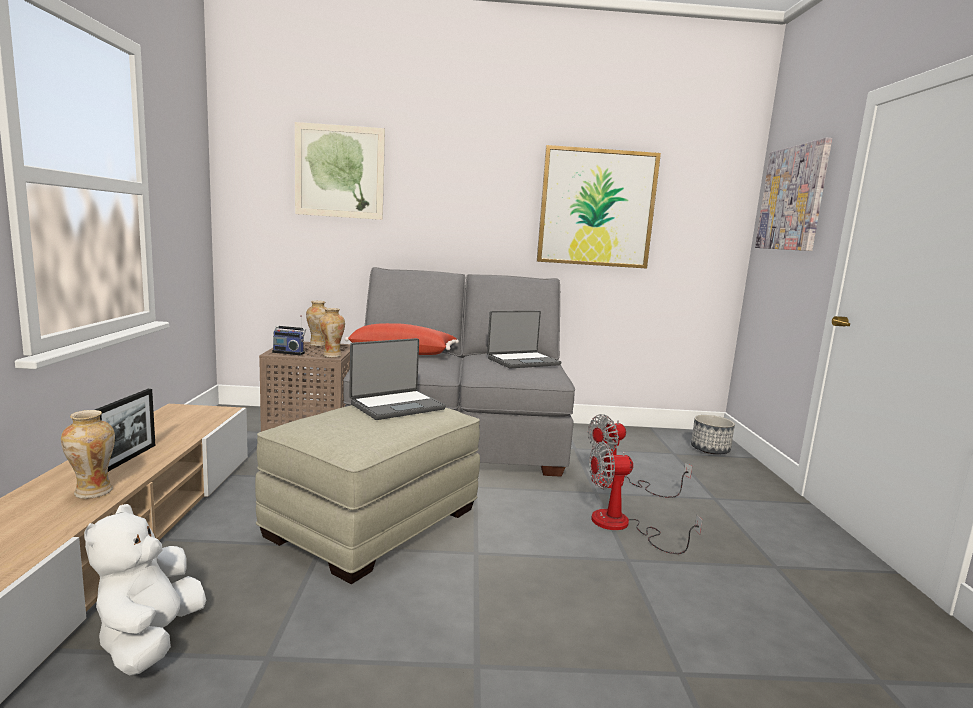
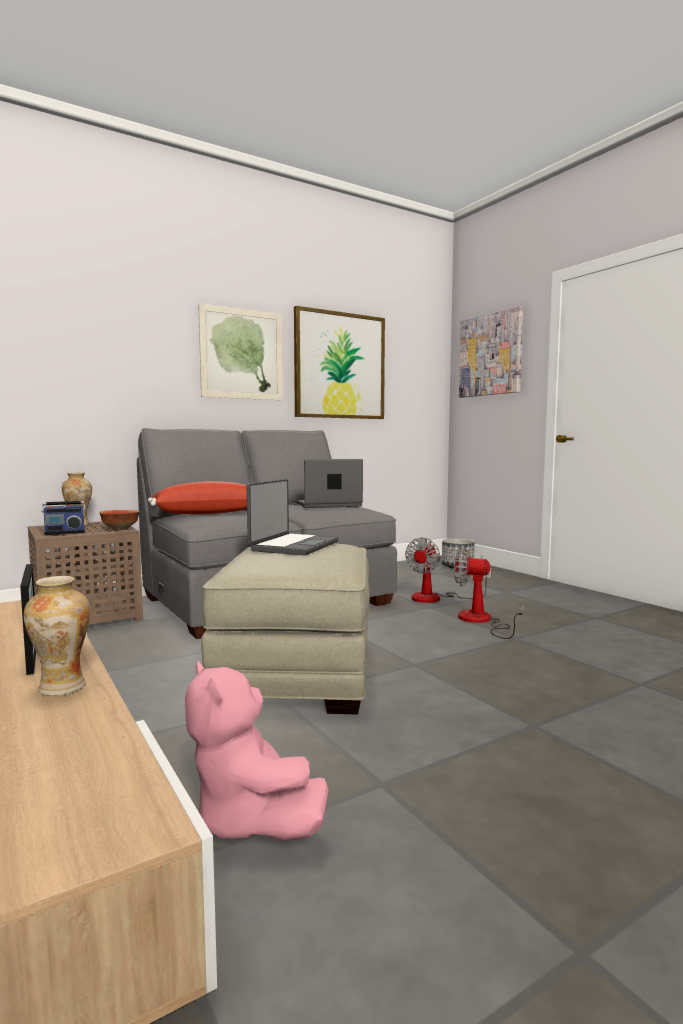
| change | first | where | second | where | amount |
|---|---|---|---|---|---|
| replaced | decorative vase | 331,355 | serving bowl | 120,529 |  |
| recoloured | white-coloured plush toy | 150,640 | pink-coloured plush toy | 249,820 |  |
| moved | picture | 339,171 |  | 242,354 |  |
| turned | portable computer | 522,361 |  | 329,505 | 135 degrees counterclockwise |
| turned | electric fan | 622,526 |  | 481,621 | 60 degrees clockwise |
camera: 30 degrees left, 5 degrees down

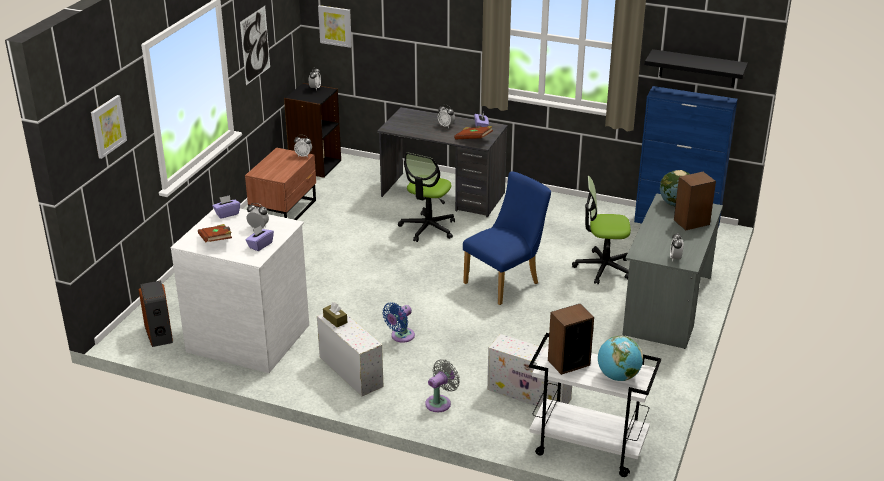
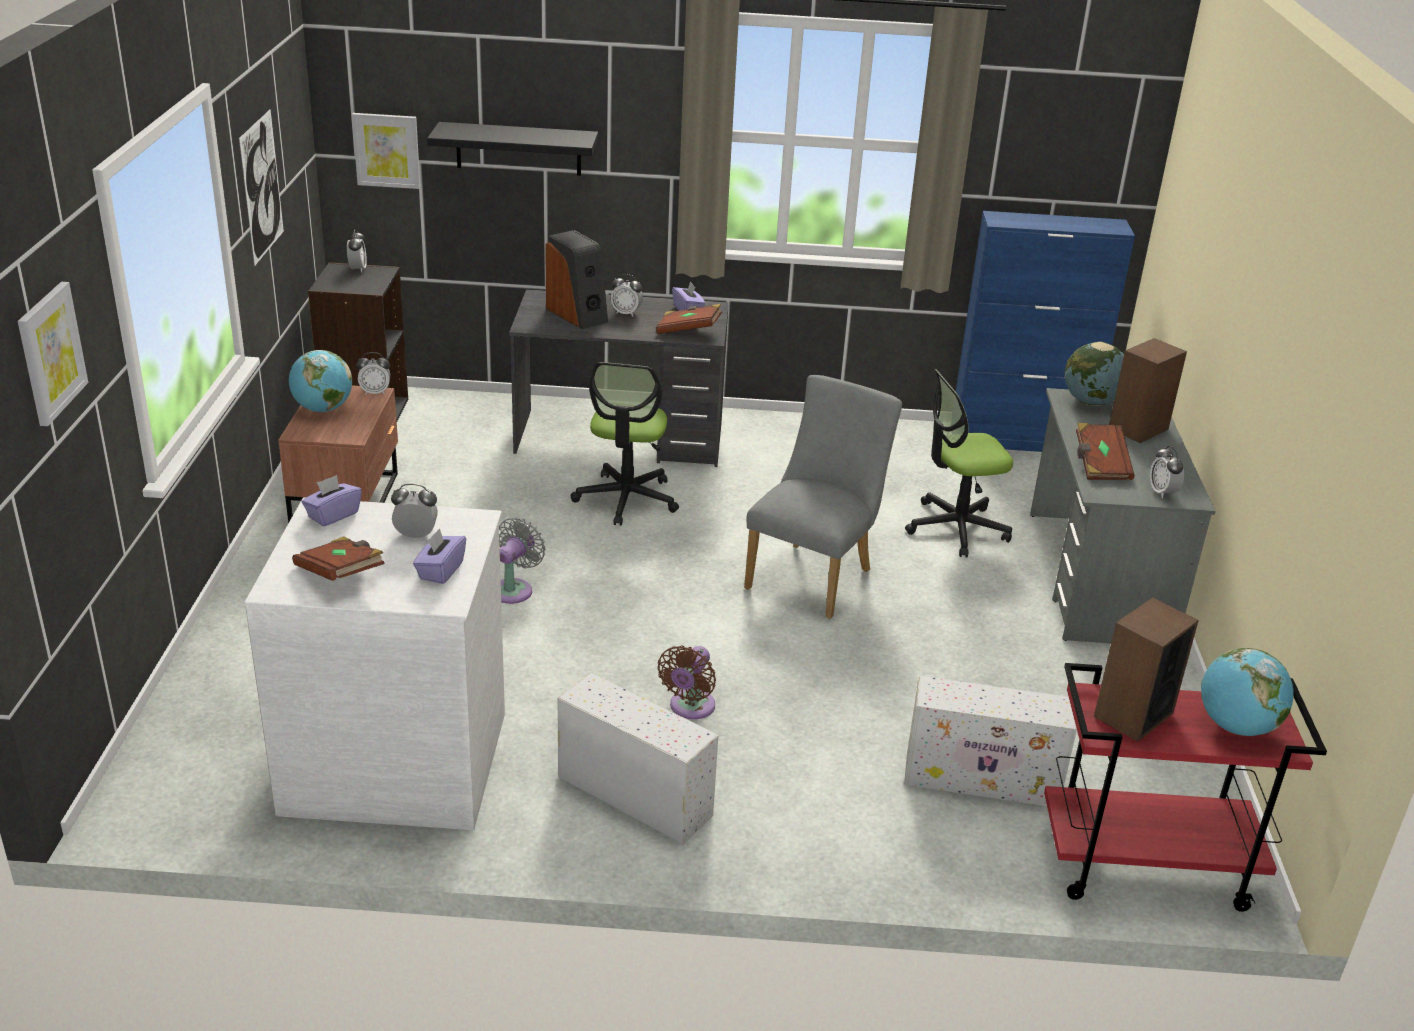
| change | first | where | second | where | amount |
|---|---|---|---|---|---|
| added |  |  | desk globe | 323,409 |  |
| moved | blackish bracket shelf | 697,68 |  | 518,149 |  |
| moved | greyish electric fan | 440,402 |  | 514,589 |  |
| moved | loudspeaker | 159,333 |  | 577,314 |  |
| recoloured | blue electric fan | 400,336 | brownish electric fan | 690,708 |  |
| recoloured | blue upright chair | 506,282 | greyish upright chair | 814,575 |  |
| recoloured | white-coloured cart | 586,448 | red cart | 1144,867 |  |
| added |  |  | brownish bound book | 1100,465 |  |
| removed | brownish tissue holder | 335,319 |  |  |  |
camera: 20 degrees left, 0 degrees up

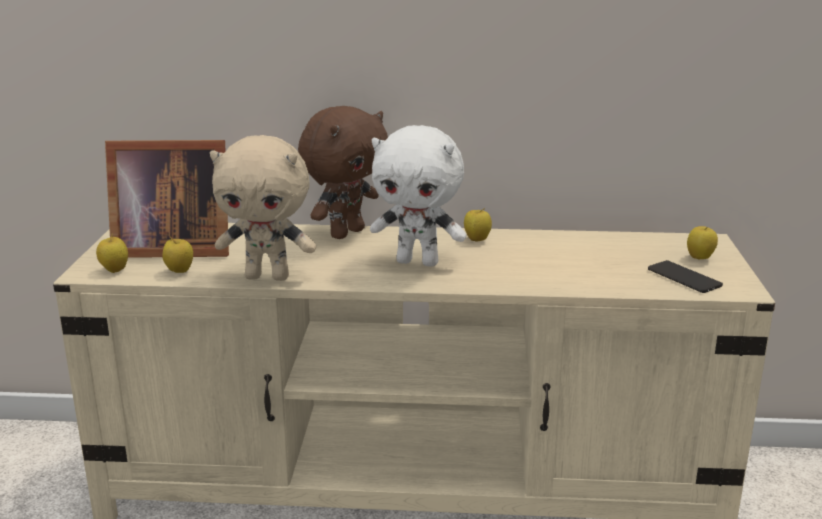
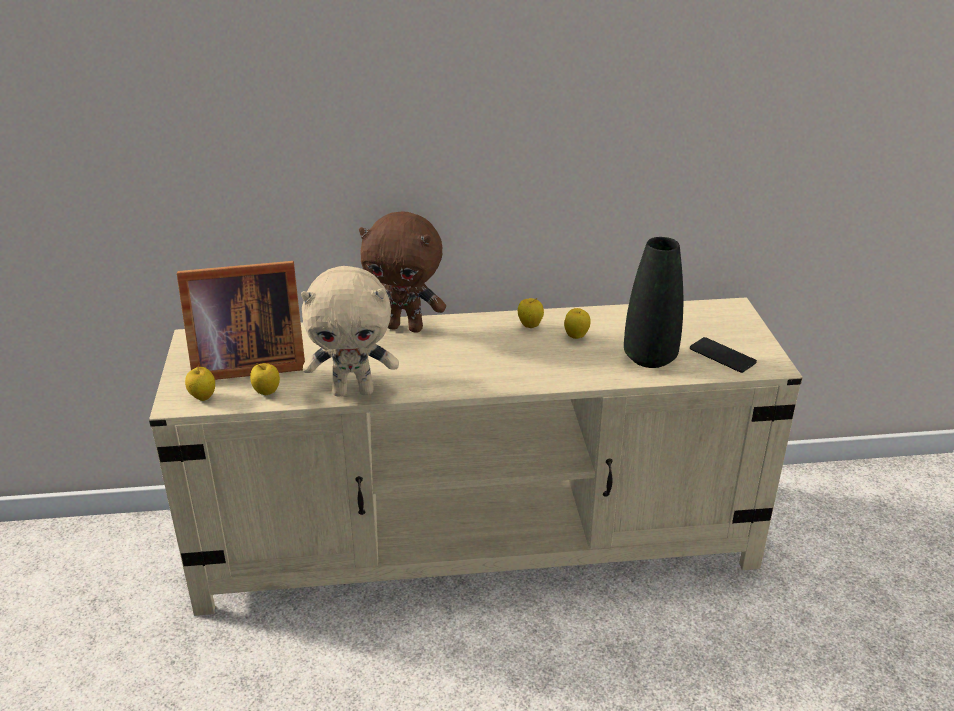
| change | first | where | second | where | amount |
|---|---|---|---|---|---|
| turned | brownish plush toy | 346,233 |  | 405,327 | 75 degrees clockwise |
| moved | apple | 700,258 |  | 576,336 |  |
| added |  |  | blackish decorative vase | 650,358 |  |
| removed | white-coloured plush toy | 418,262 |  |  |  |
camera: 10 degrees left, 10 degrees up

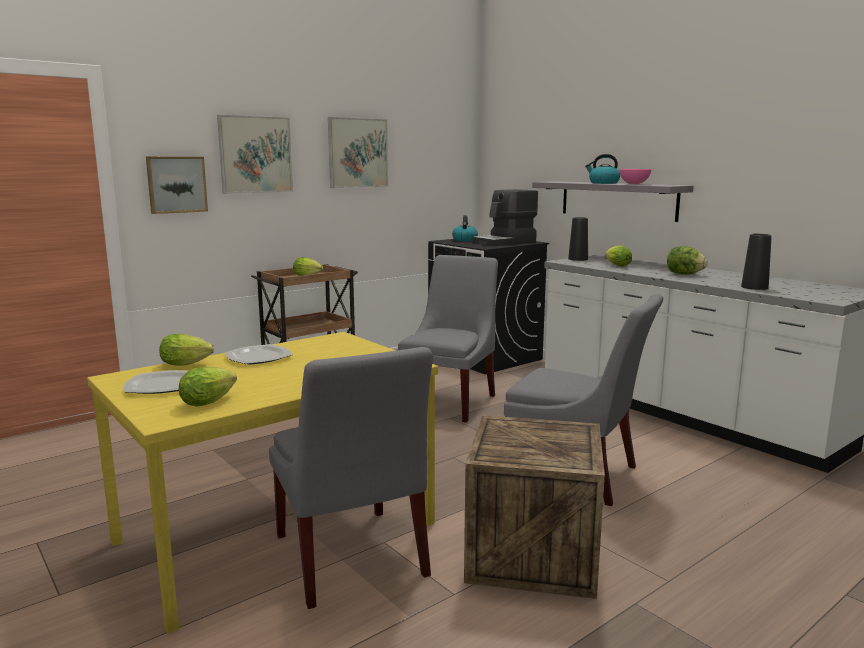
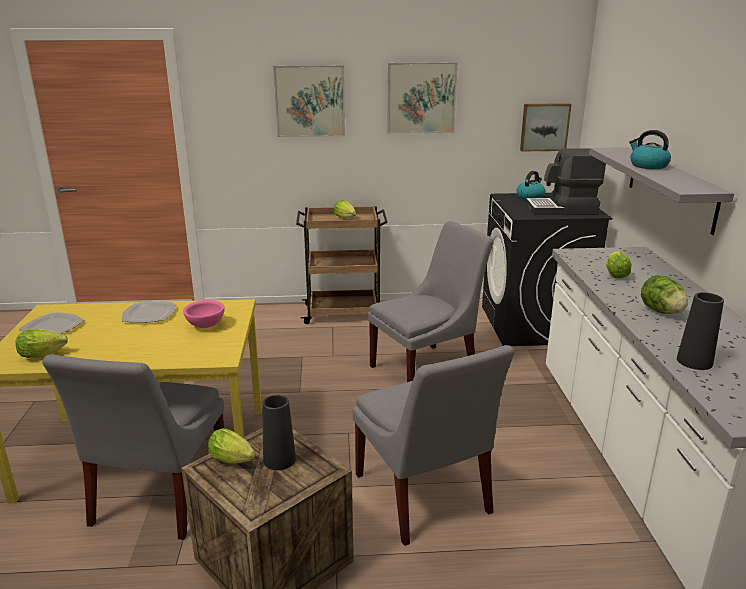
| change | first | where | second | where | amount |
|---|---|---|---|---|---|
| moved | pink-coloured serving bowl | 634,184 |  | 206,325 |  |
| moved | head of lettuce | 188,364 |  | 234,460 |  |
| moved | blackish decorative vase | 578,259 |  | 279,459 |  |
| moved | picture | 176,184 |  | 544,127 |  |
camera: 35 degrees right, 10 degrees up

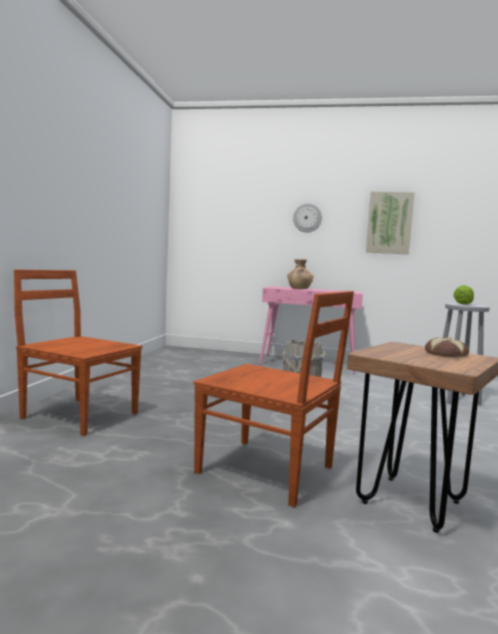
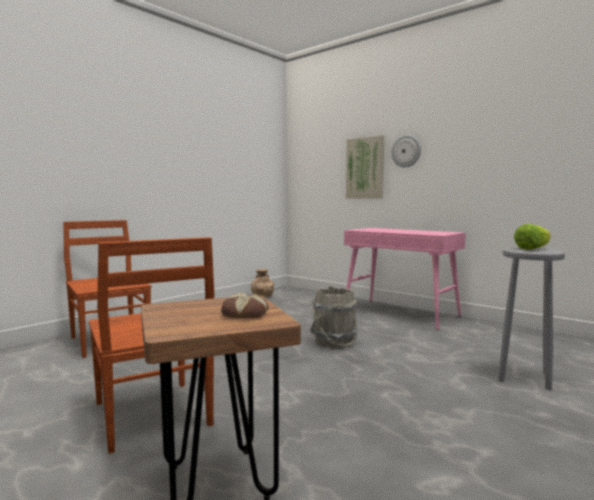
| change | first | where | second | where | amount |
|---|---|---|---|---|---|
| moved | brownish decorative vase | 299,289 |  | 262,296 |  |
| moved | picture | 389,223 |  | 365,168 |  |
camera: 30 degrees right, 0 degrees up

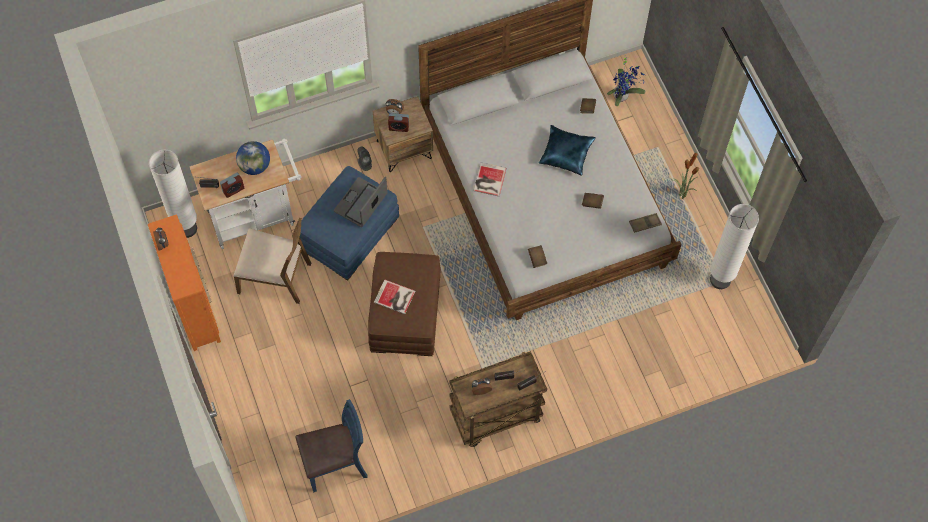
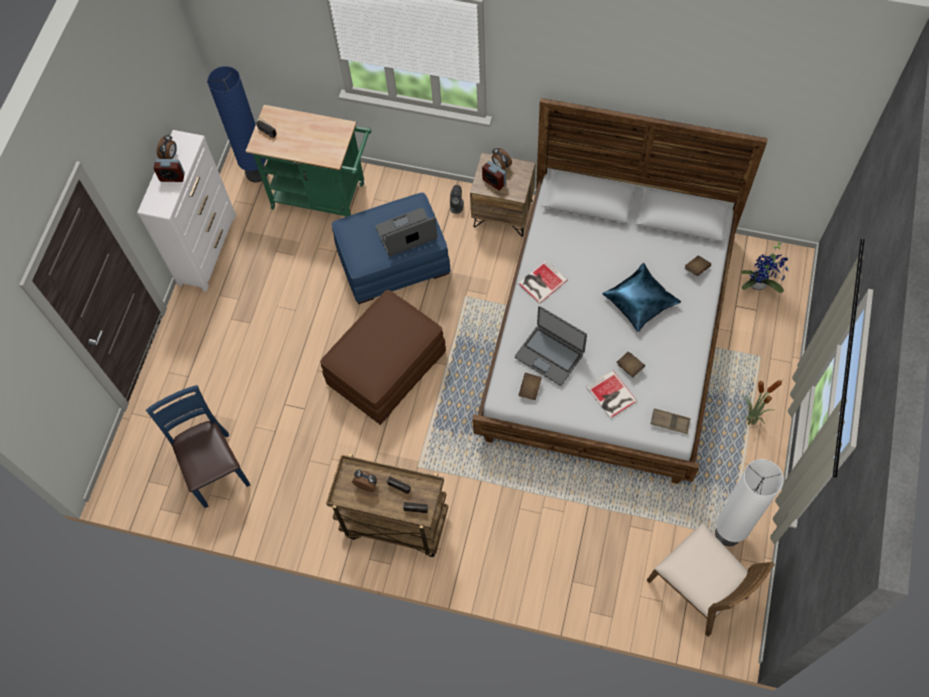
| change | first | where | second | where | amount |
|---|---|---|---|---|---|
| recoloured | orangey dresser | 195,309 | white-coloured dresser | 207,248 |  |
| turned | blue upright chair | 335,464 |  | 215,469 | 135 degrees counterclockwise |
| moved | alarm clock | 233,190 |  | 172,177 |  |
| recoloured | white-coloured floor lamp | 186,228 | blue floor lamp | 256,173 |  |
| recoloured | white-coloured cart | 256,215 | greenish cart | 324,196 |  |
| added |  |  | portable computer | 549,355 |  |
| moved | bound book | 395,298 |  | 611,395 |  |
| moved | brownish upright chair | 275,277 |  | 699,587 |  |
| removed | desk globe | 255,166 |  |  |  |
camera: 40 degrees right, 0 degrees up

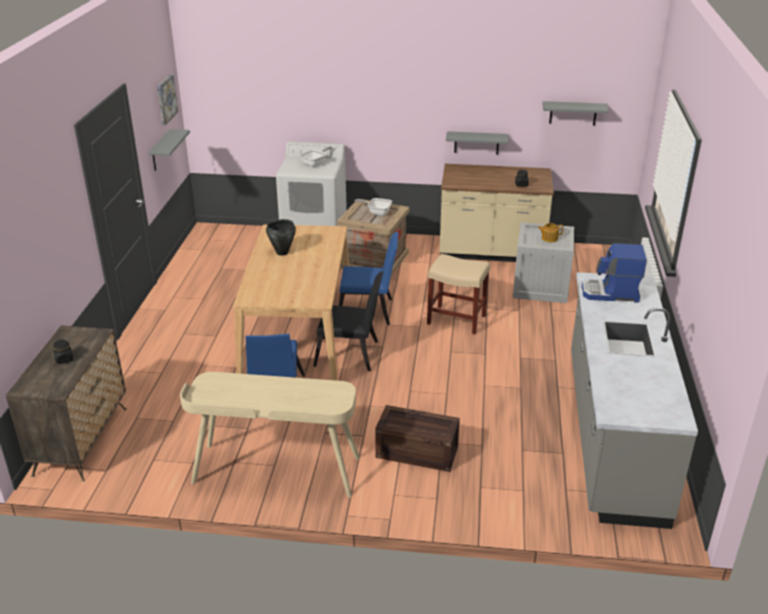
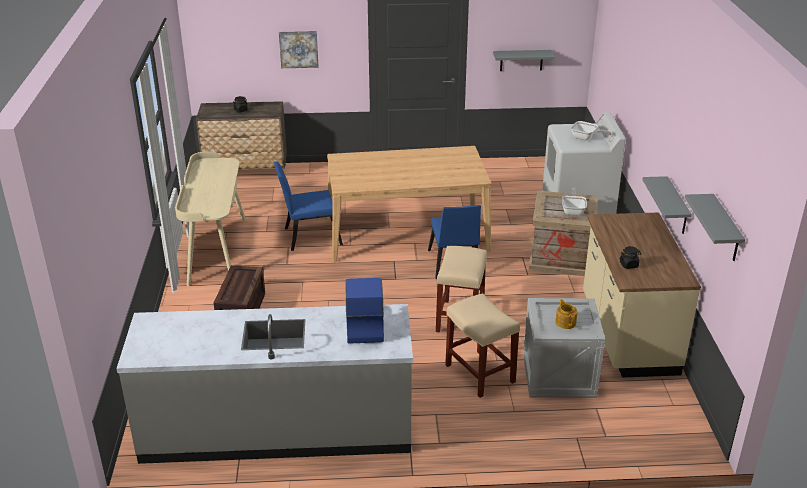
| change | first | where | second | where | amount |
|---|---|---|---|---|---|
| moved | picture | 166,99 |  | 298,49 |  |
| added |  |  | sand-coloured sitting stool | 479,373 |  |
| removed | blackish saucepot | 282,252 |  |  |  |
| removed | blackish upright chair | 351,355 |  |  |  |
camera: 80 degrees right, 0 degrees up

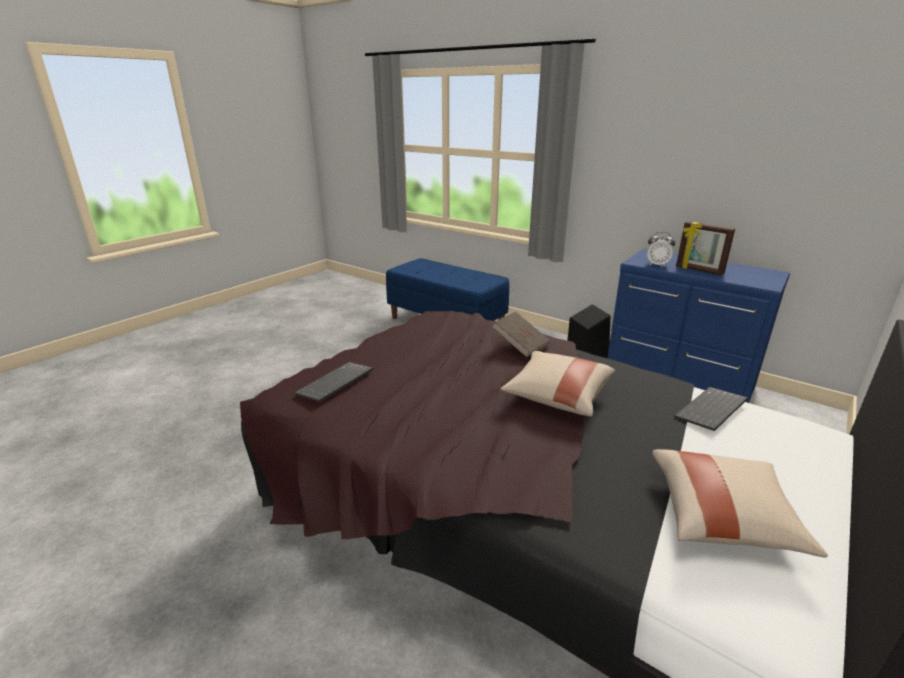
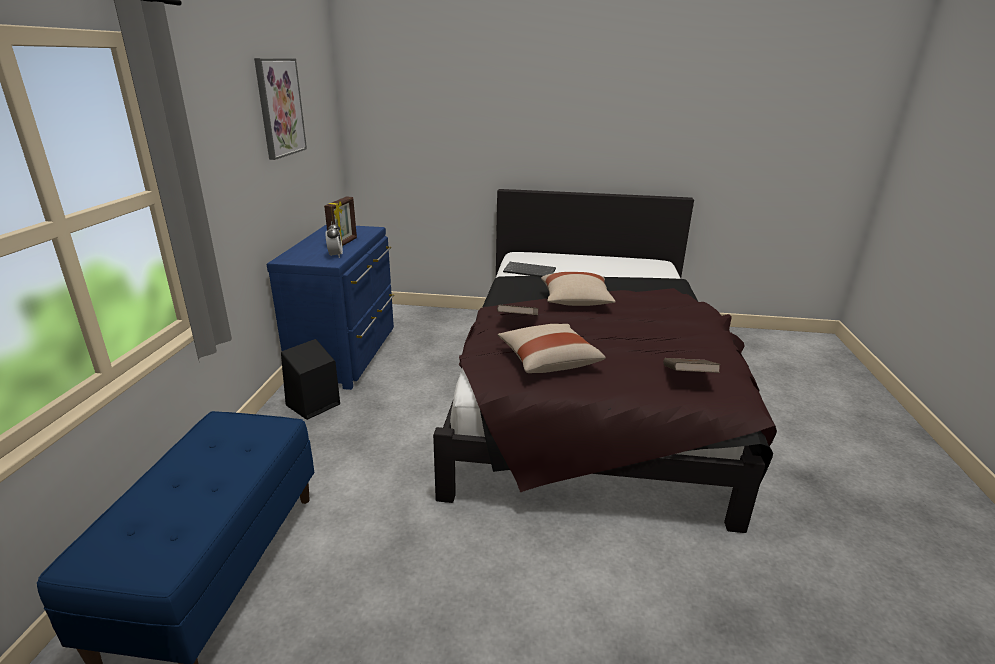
| change | first | where | second | where | amount |
|---|---|---|---|---|---|
| added |  |  | picture | 279,107 |  |
| moved | sand-coloured cushion | 722,517 |  | 548,361 |  |
| replaced | computer keyboard | 335,384 | brownish bound book | 688,377 |  |
camera: 120 degrees left, 0 degrees up

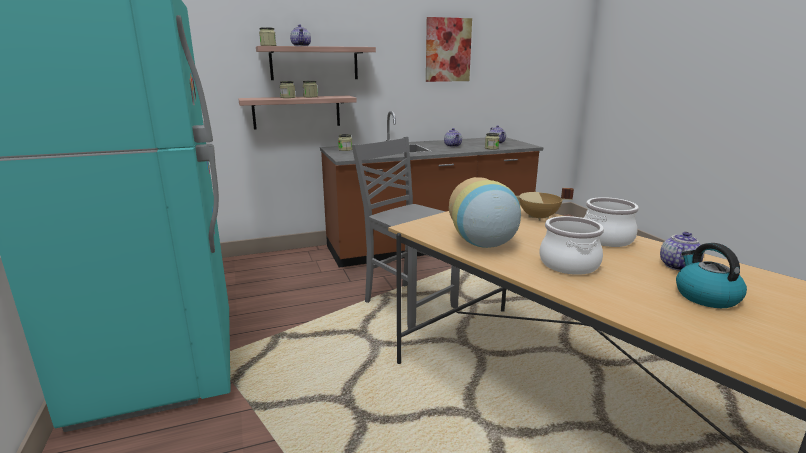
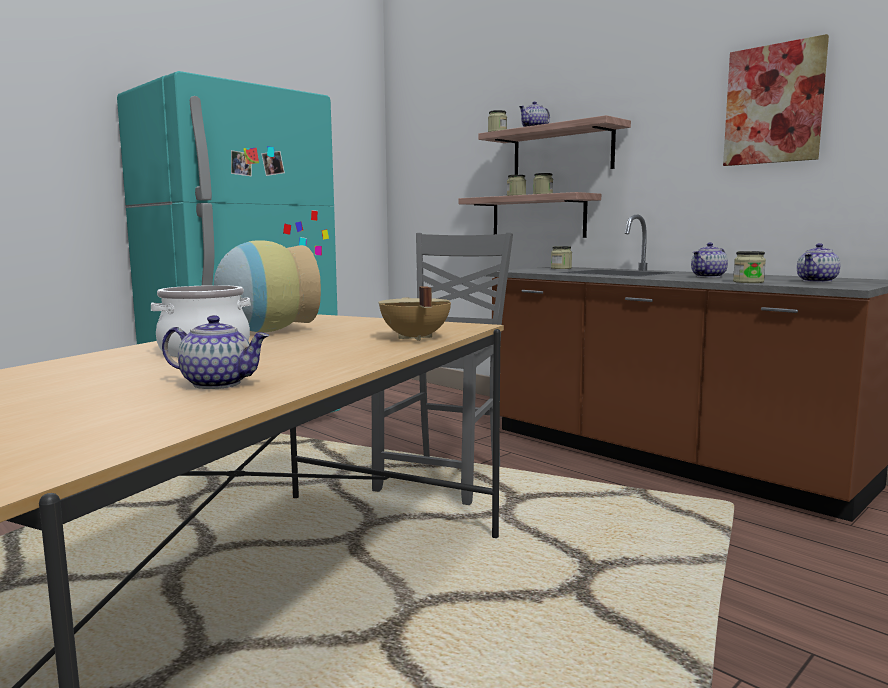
| change | first | where | second | where | amount |
|---|---|---|---|---|---|
| removed | saucepot | 606,239 |  |  |  |
| removed | water kettle | 705,296 |  |  |  |
camera: 65 degrees right, 10 degrees down

